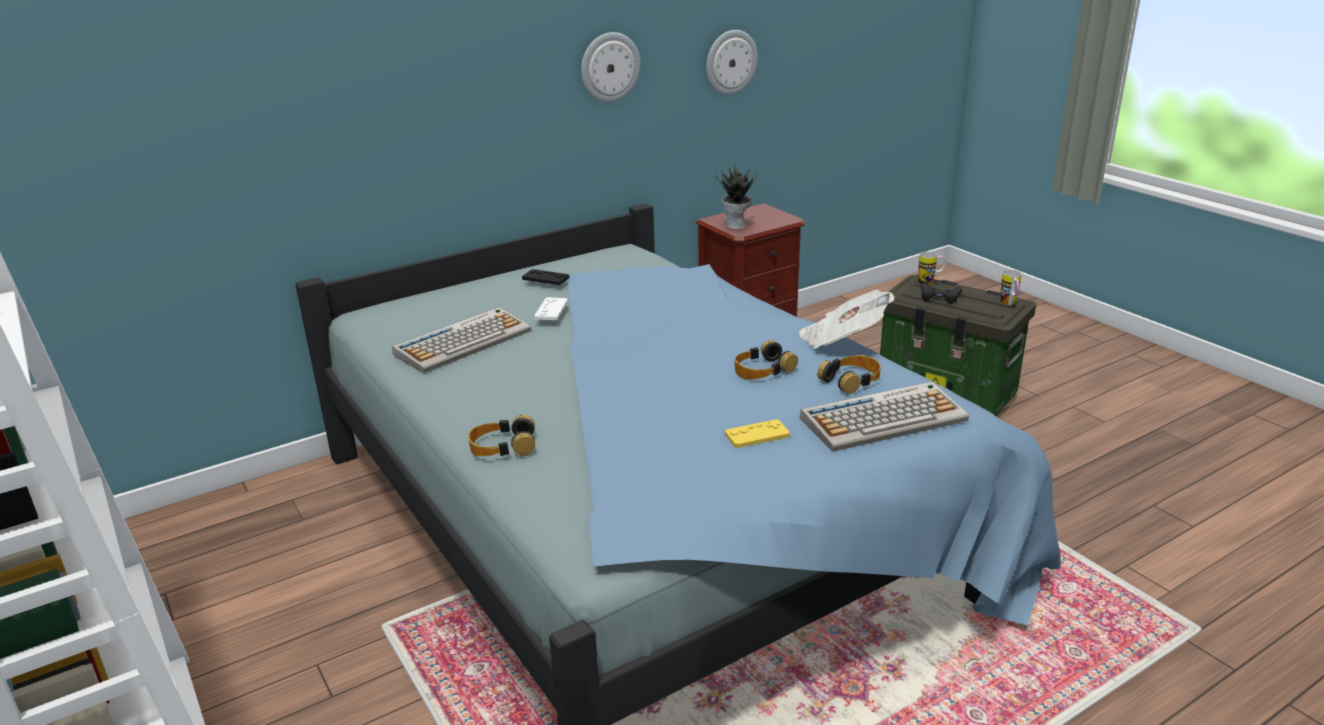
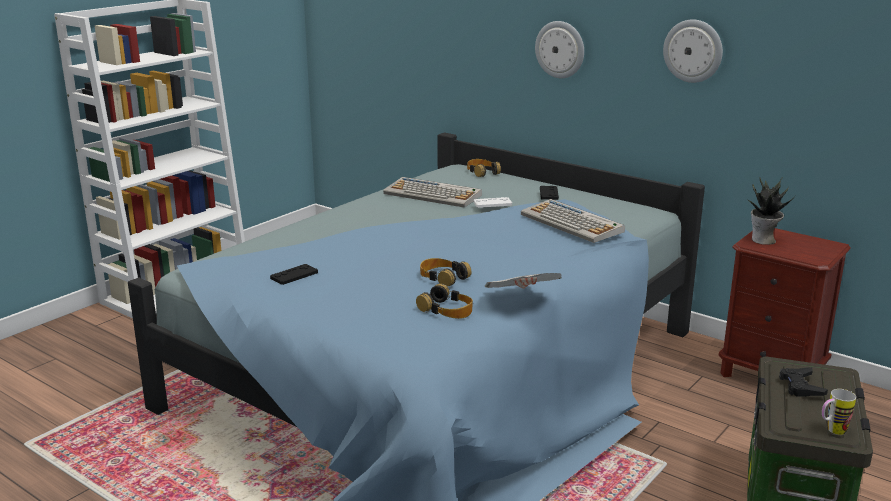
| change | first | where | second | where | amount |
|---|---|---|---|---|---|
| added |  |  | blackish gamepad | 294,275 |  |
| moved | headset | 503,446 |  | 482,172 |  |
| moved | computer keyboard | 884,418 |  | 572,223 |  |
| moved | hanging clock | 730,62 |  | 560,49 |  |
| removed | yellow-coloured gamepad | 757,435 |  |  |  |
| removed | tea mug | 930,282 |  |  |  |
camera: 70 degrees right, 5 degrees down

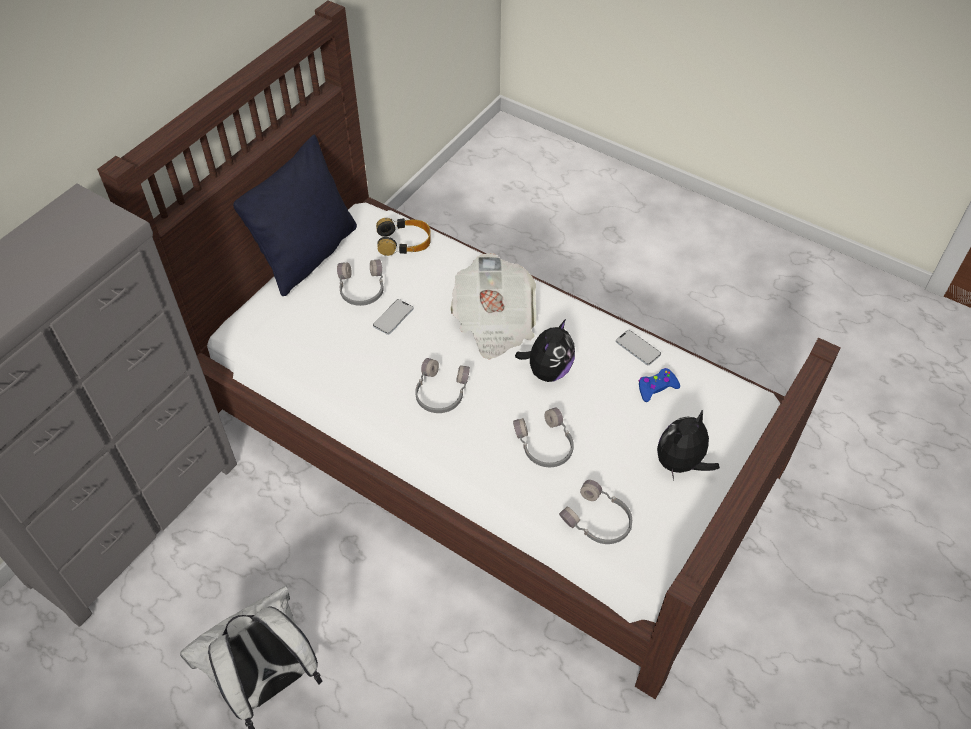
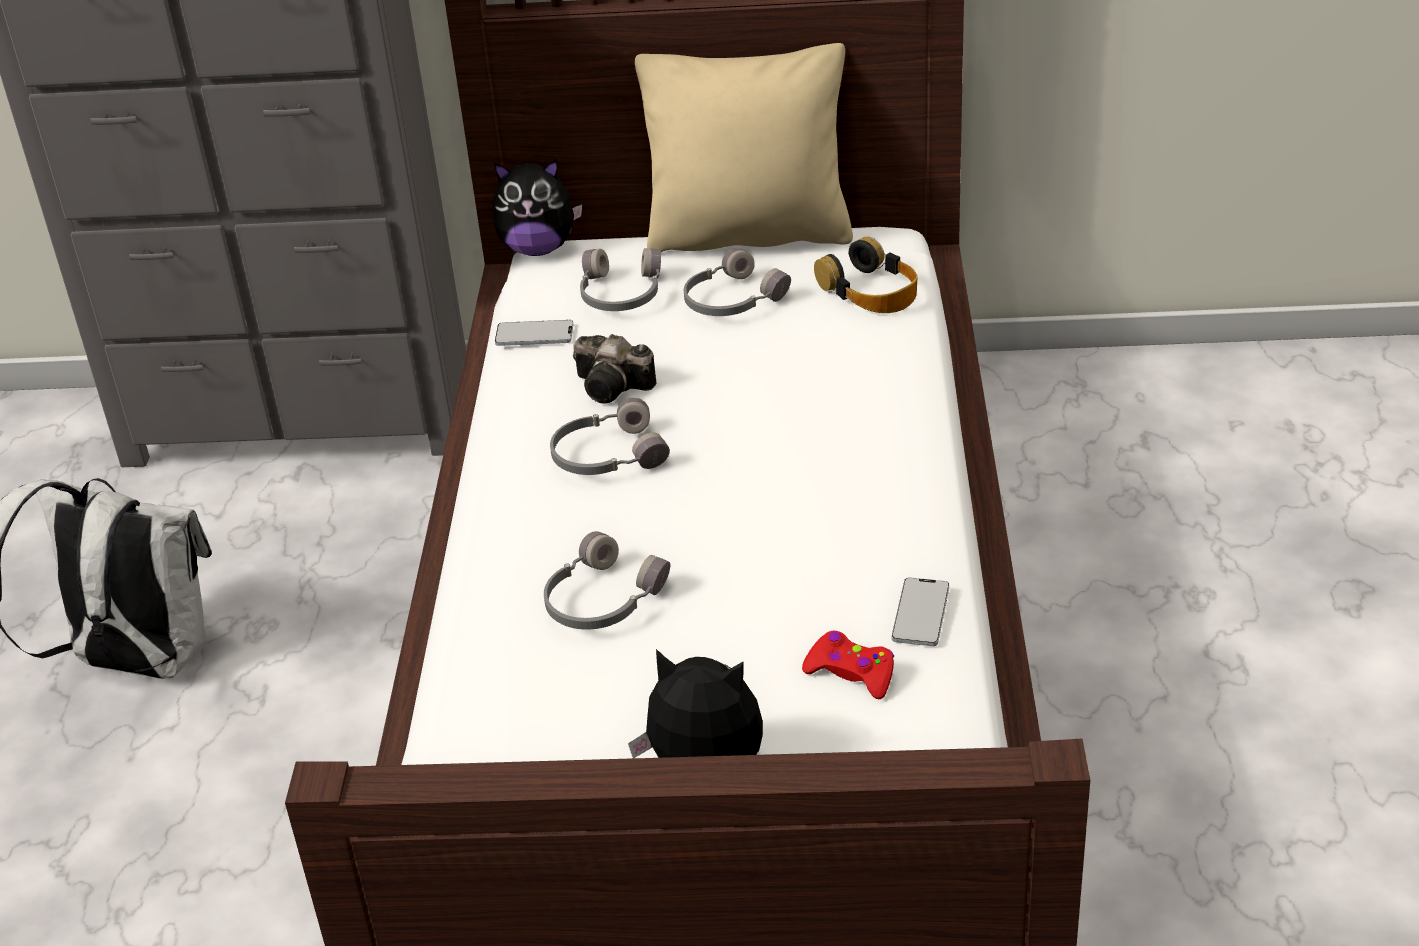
| change | first | where | second | where | amount |
|---|---|---|---|---|---|
| moved | plush toy | 547,370 |  | 538,249 |  |
| moved | handset | 393,317 |  | 534,335 |  |
| added |  |  | photo camera | 615,387 |  |
| moved | greyish headset | 598,521 |  | 620,294 |  |
| recoloured | blackish cushion | 308,255 | sand-coloured cushion | 749,235 |  |
| recoloured | blue gamepad | 656,388 | red gamepad | 851,673 |  |
| removed | daily paper | 494,323 |  |  |  |
camera: 60 degrees right, 15 degrees down

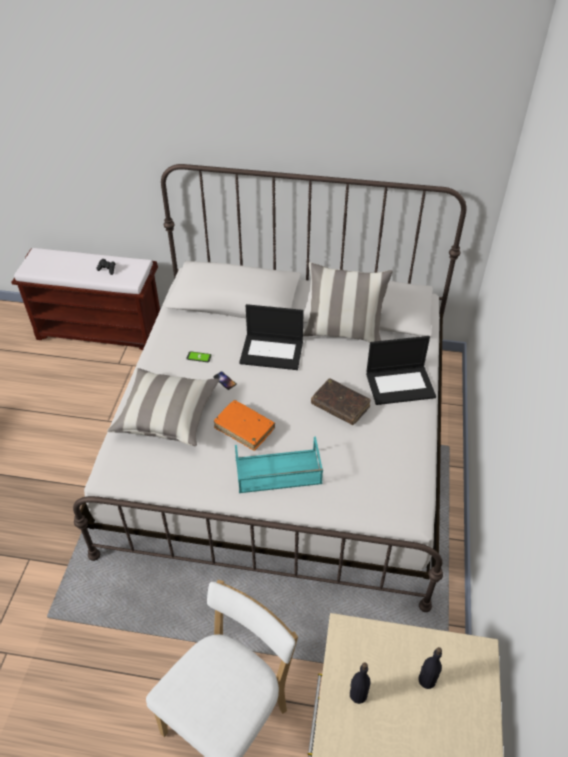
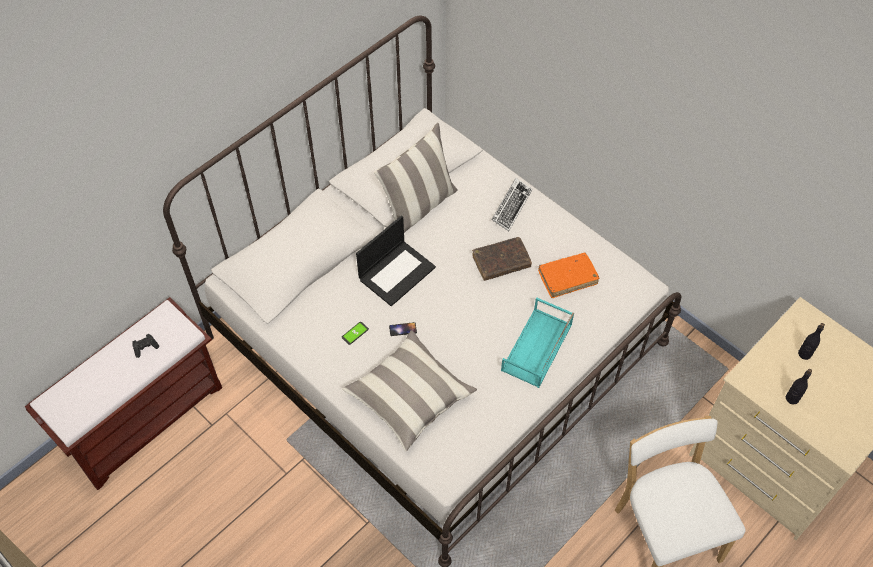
| change | first | where | second | where | amount |
|---|---|---|---|---|---|
| replaced | portable computer | 400,384 | computer keyboard | 511,206 |  |
| moved | orangey bound book | 244,428 |  | 567,278 |  |
camera: 55 degrees left, 10 degrees up

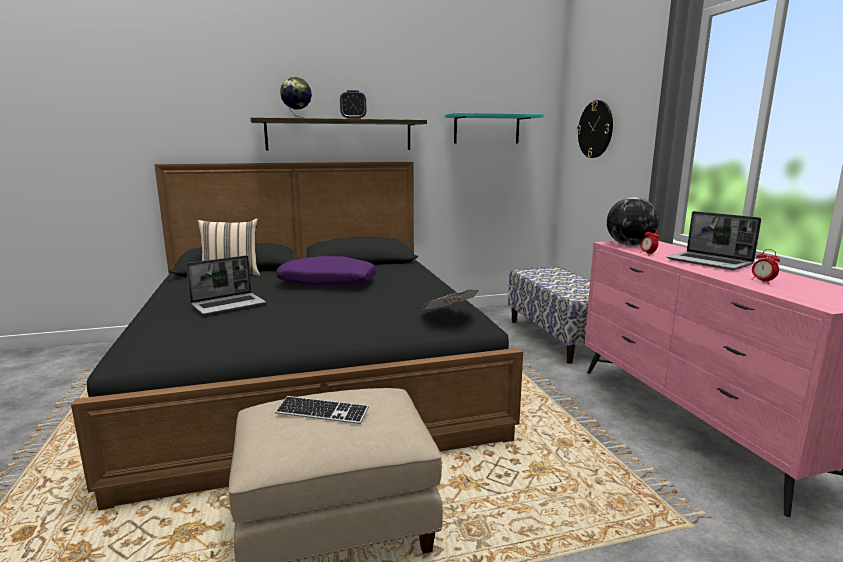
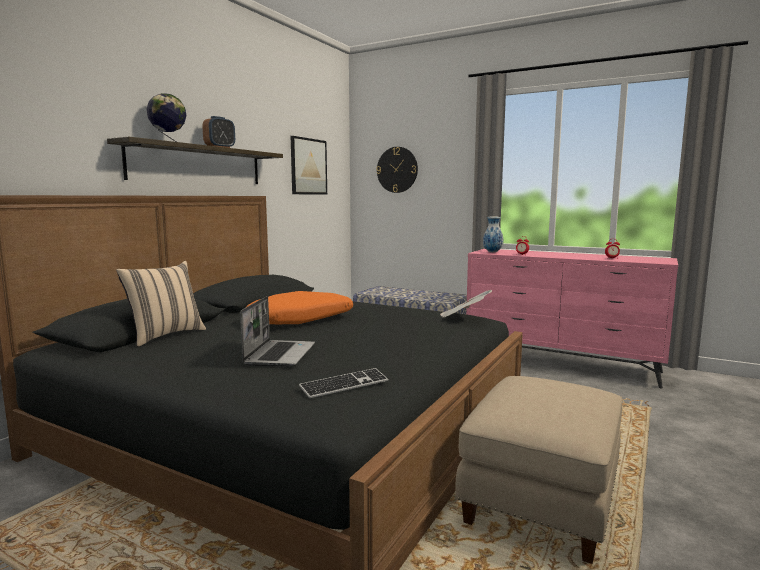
| change | first | where | second | where | amount |
|---|---|---|---|---|---|
| recoloured | purple-coloured cushion | 327,283 | orangey cushion | 300,320 |  |
| replaced | turquoise bracket shelf | 486,129 | picture | 308,166 |  |
| moved | computer keyboard | 322,412 |  | 344,385 |  |
| replaced | desk globe | 629,245 | decorative vase | 492,252 |  |
| removed | portable computer | 710,262 |  |  |  |
camera: 45 degrees left, 5 degrees down

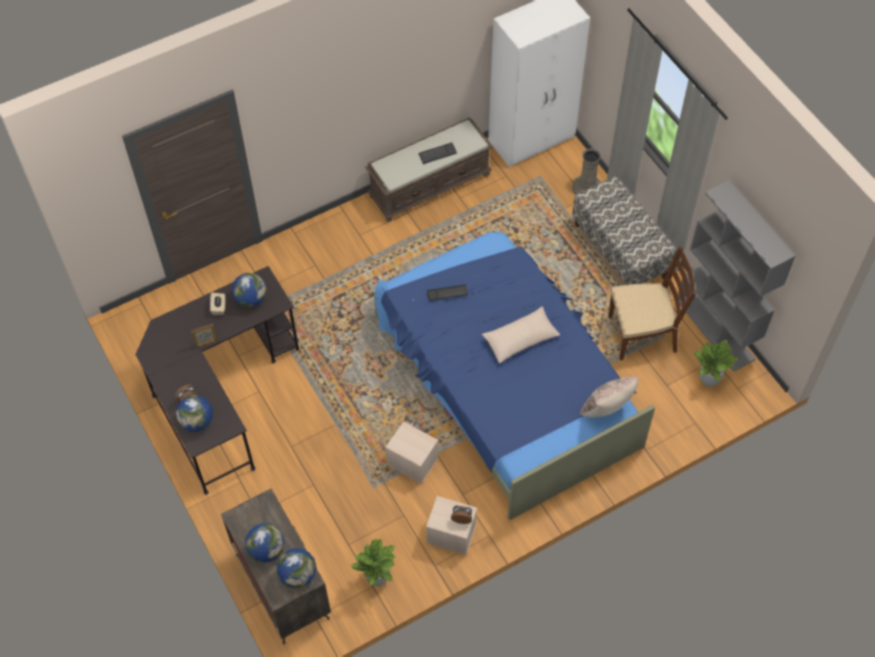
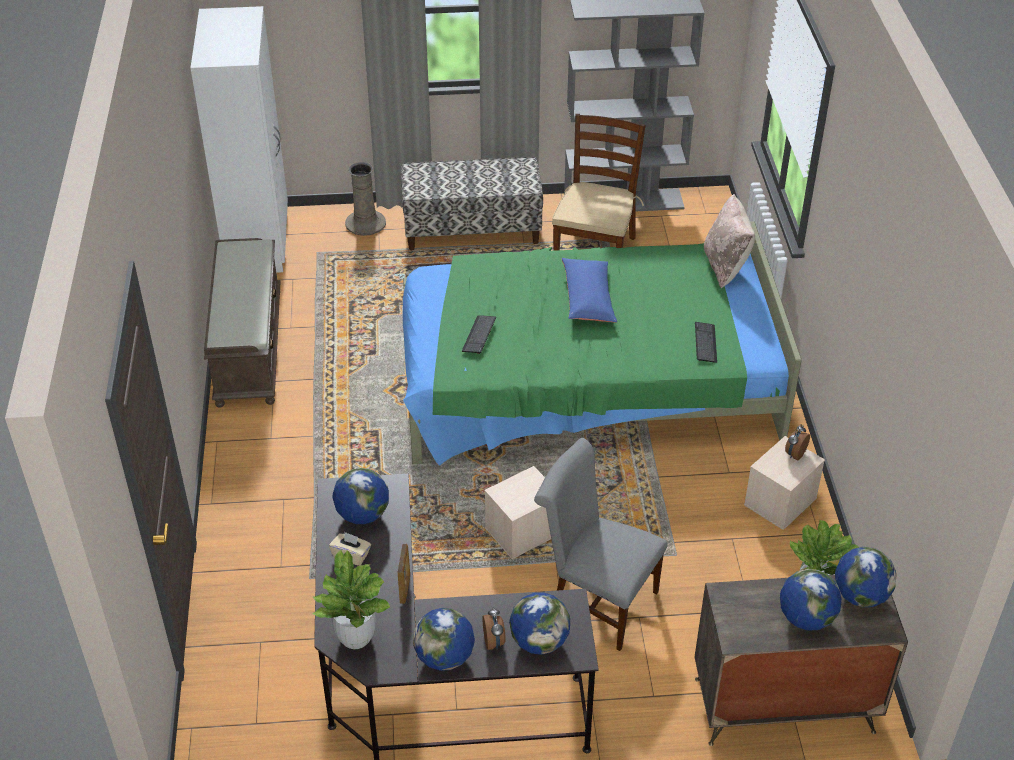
| change | first | where | second | where | amount |
|---|---|---|---|---|---|
| moved | plant in a pot | 708,380 |  | 356,638 |  |
| recoloured | blue sleeping bed | 504,378 | greenish sleeping bed | 584,380 |  |
| added |  |  | desk globe | 444,657 |  |
| moved | sand-coloured storage bin | 411,461 |  | 522,532 |  |
| added |  |  | greyish upright chair | 596,601 |  |
| recoloured | sand-coloured cushion | 520,339 | blue cushion | 588,298 |  |
| moved | computer keyboard | 437,154 |  | 705,343 |  |
camera: 65 degrees left, 15 degrees down

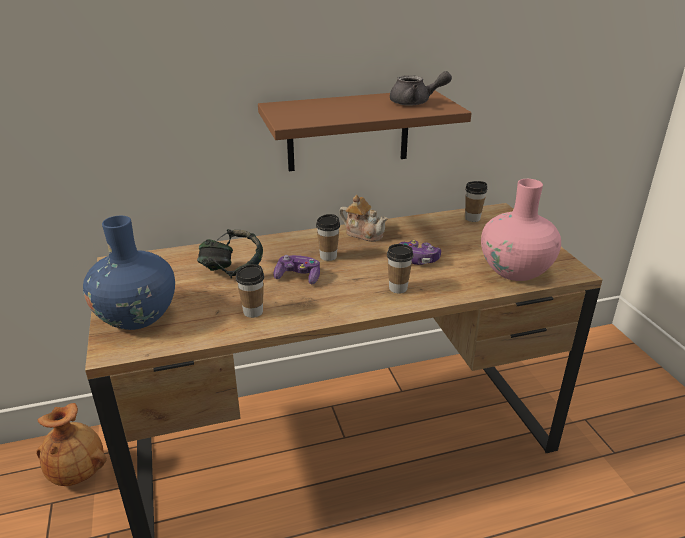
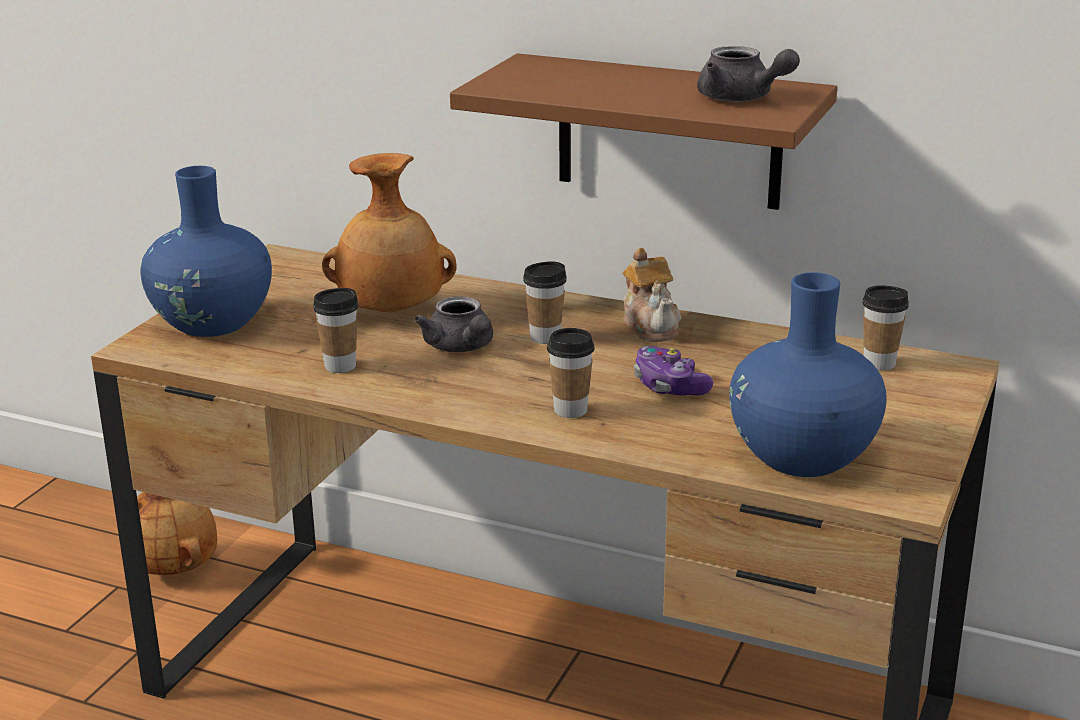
| change | first | where | second | where | amount |
|---|---|---|---|---|---|
| replaced | headset | 232,271 | brownish decorative vase | 391,312 |  |
| replaced | gamepad | 298,277 | greyish teapot | 461,348 |  |
| recoloured | pink-coloured decorative vase | 515,270 | blue decorative vase | 802,456 |  |
camera: 40 degrees right, 5 degrees down

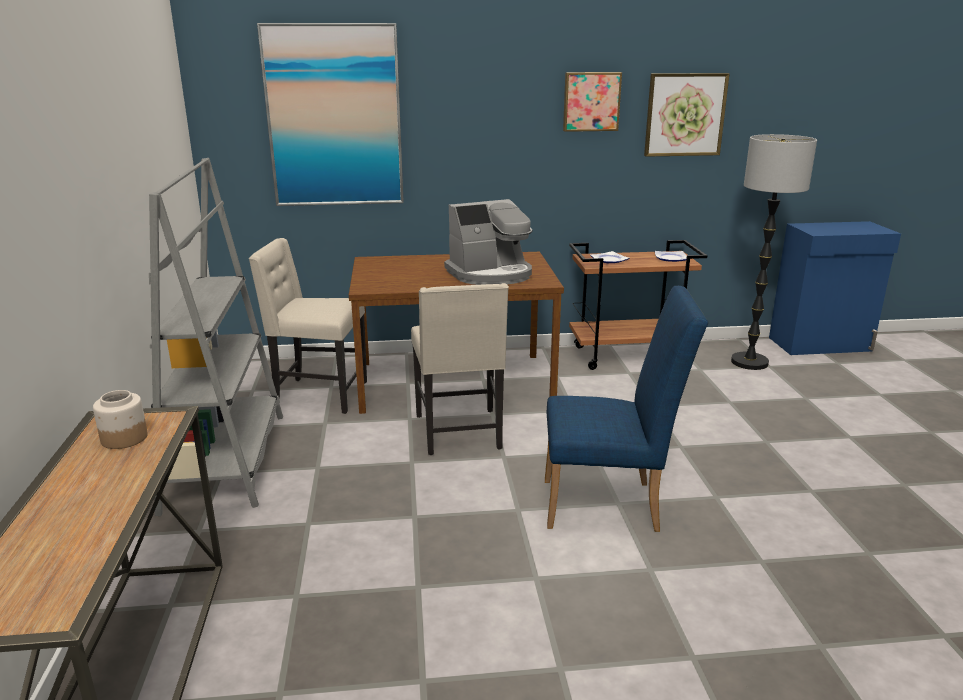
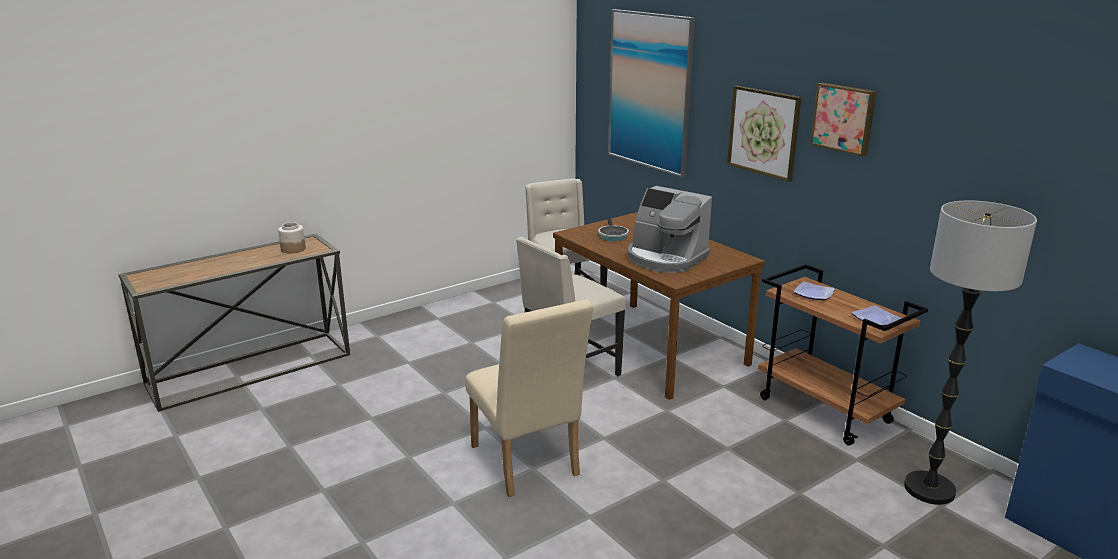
| change | first | where | second | where | amount |
|---|---|---|---|---|---|
| recoloured | blue upright chair | 610,505 | sand-coloured upright chair | 527,465 |  |
| added |  |  | skillet | 612,236 |  |
| moved | picture | 685,115 |  | 763,132 |  |
| removed | greyish bookshelf | 226,461 |  |  |  |
camera: 60 degrees right, 0 degrees up

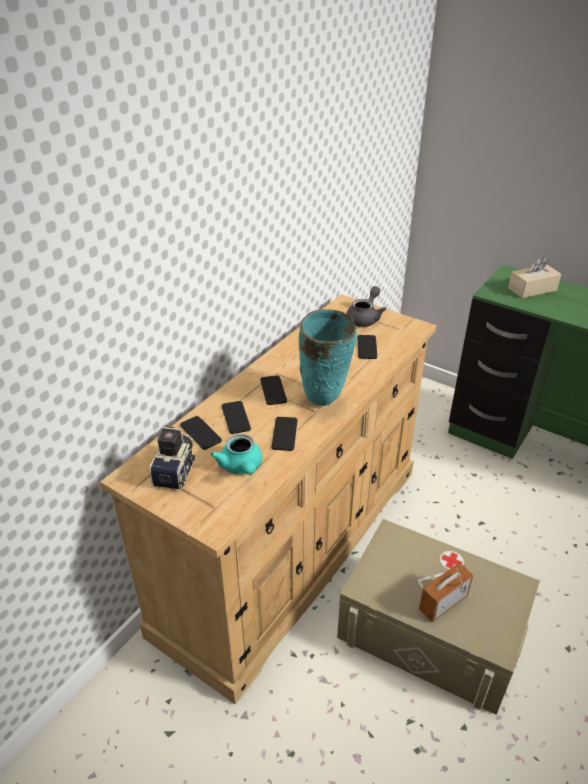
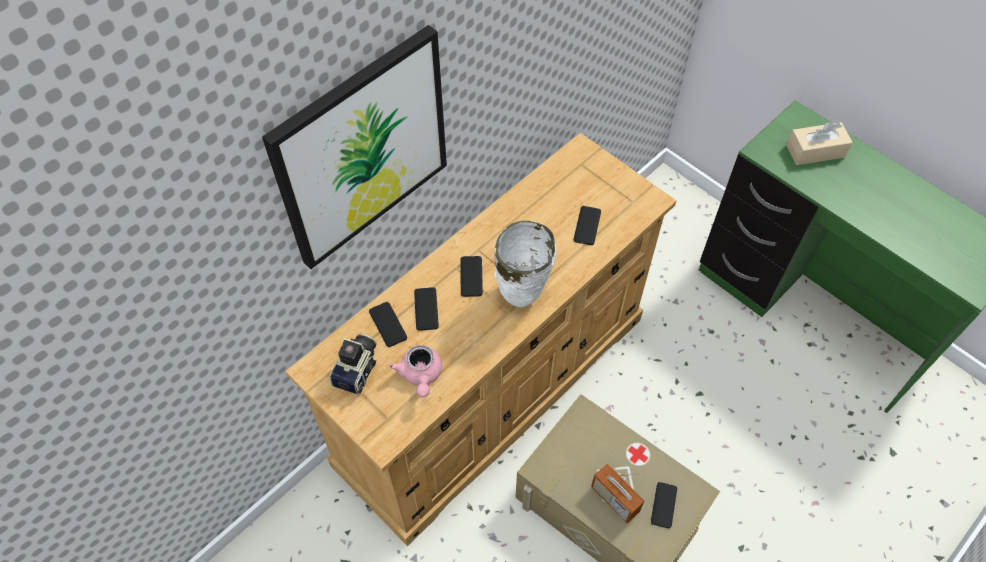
| change | first | where | second | where | amount |
|---|---|---|---|---|---|
| added |  |  | picture | 362,149 |  |
| recoloured | turquoise teapot | 241,467 | pink-coloured teapot | 420,375 |  |
| recoloured | turquoise decorative vase | 324,400 | white-coloured decorative vase | 521,298 |  |
| turned | radio | 443,603 |  | 614,499 | 105 degrees counterclockwise |
| moved | handset | 284,434 |  | 663,505 |  |
| removed | greyish teapot | 365,318 |  |  |  |
camera: 10 degrees right, 20 degrees up

